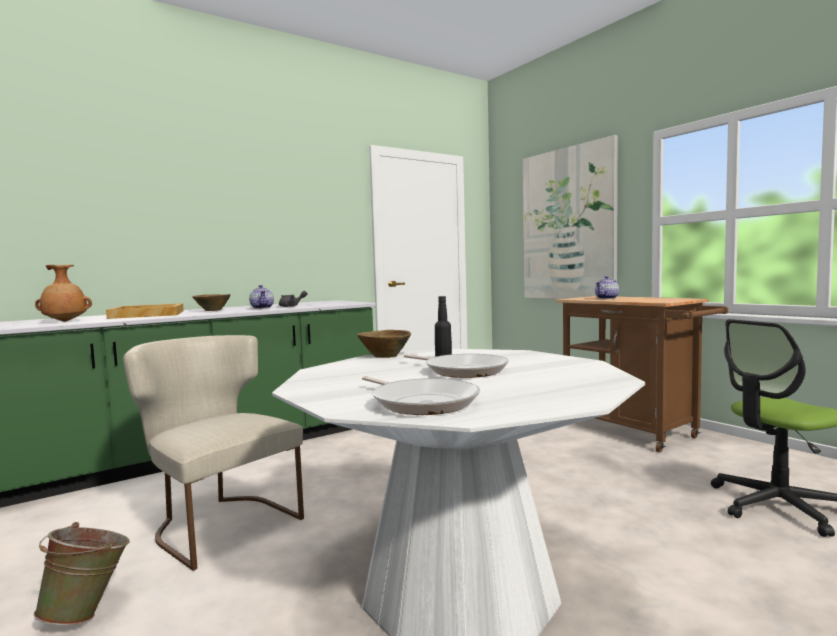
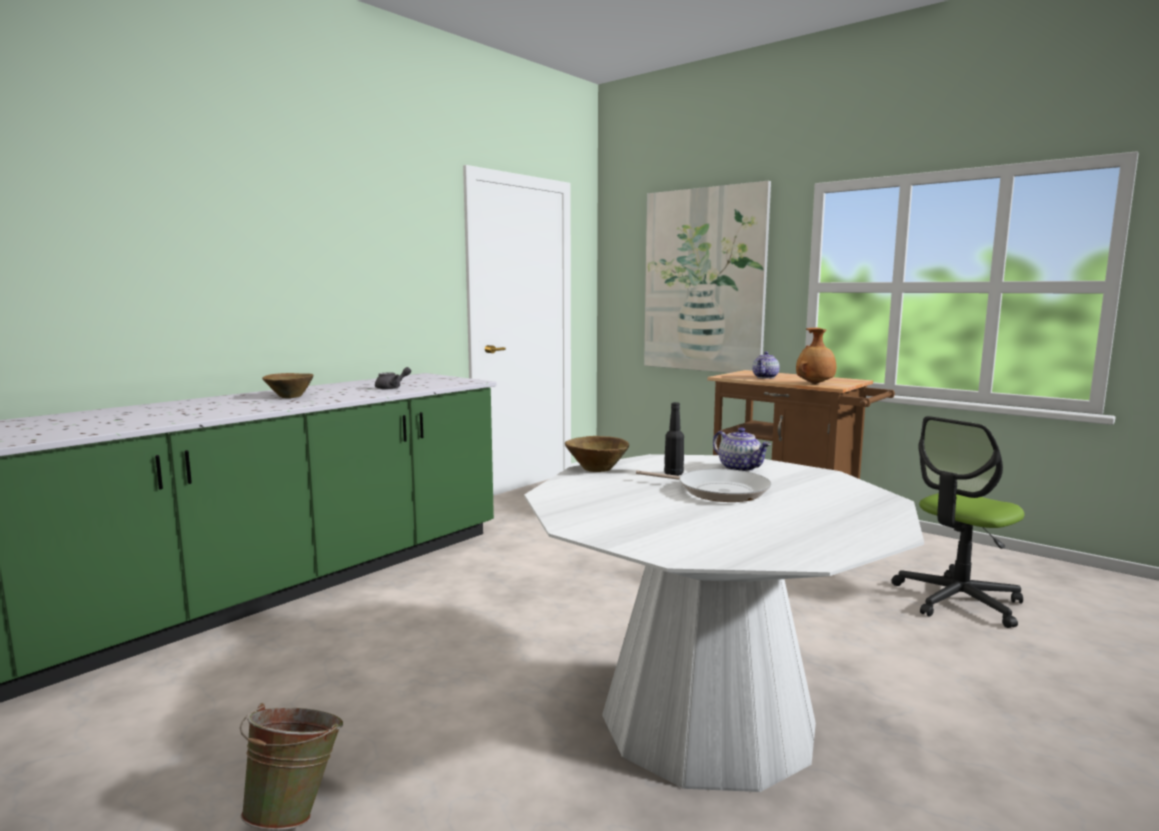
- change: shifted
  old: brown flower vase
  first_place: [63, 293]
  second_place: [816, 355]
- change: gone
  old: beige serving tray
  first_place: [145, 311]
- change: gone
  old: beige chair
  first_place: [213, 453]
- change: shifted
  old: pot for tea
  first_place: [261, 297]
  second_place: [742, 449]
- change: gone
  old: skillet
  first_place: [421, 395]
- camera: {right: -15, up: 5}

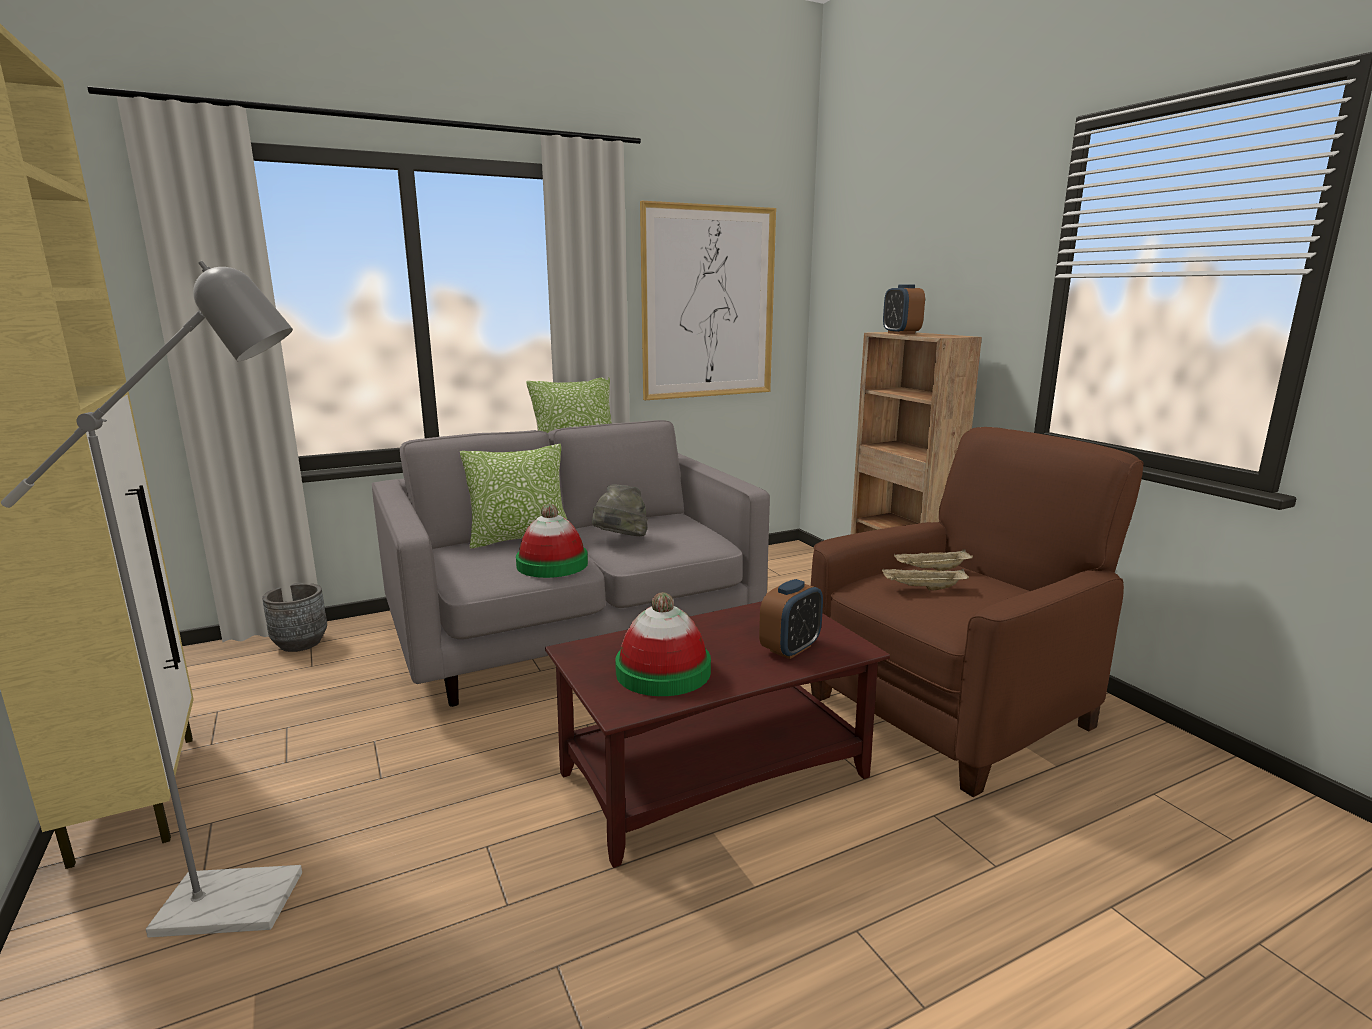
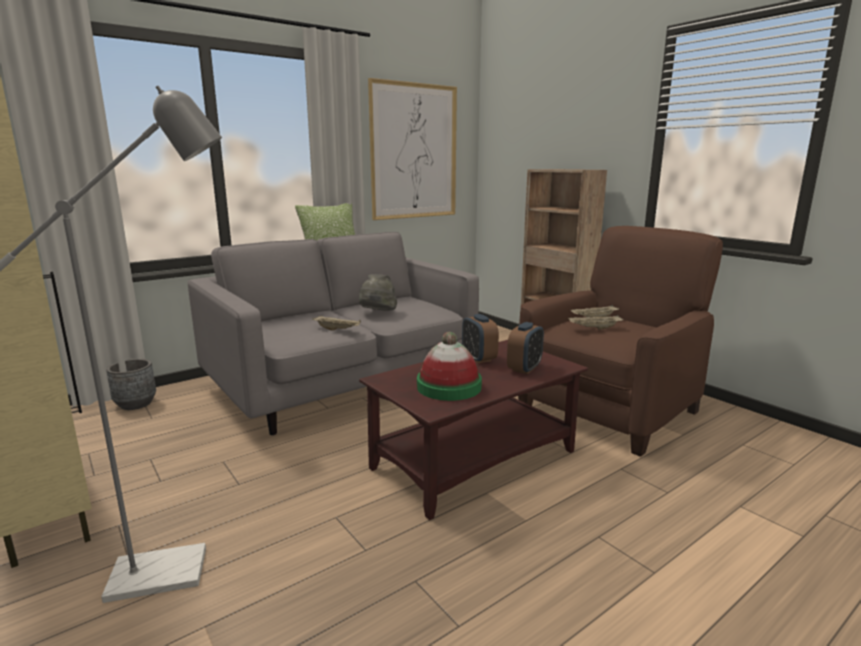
- change: gone
  old: cushion
  first_place: [513, 496]
- change: swapped
  old: hat
  new: beige serving tray
  first_place: [552, 541]
  second_place: [336, 323]
- change: shifted
  old: table clock
  first_place: [904, 309]
  second_place: [480, 338]
- camera: {right: -10, up: 0}

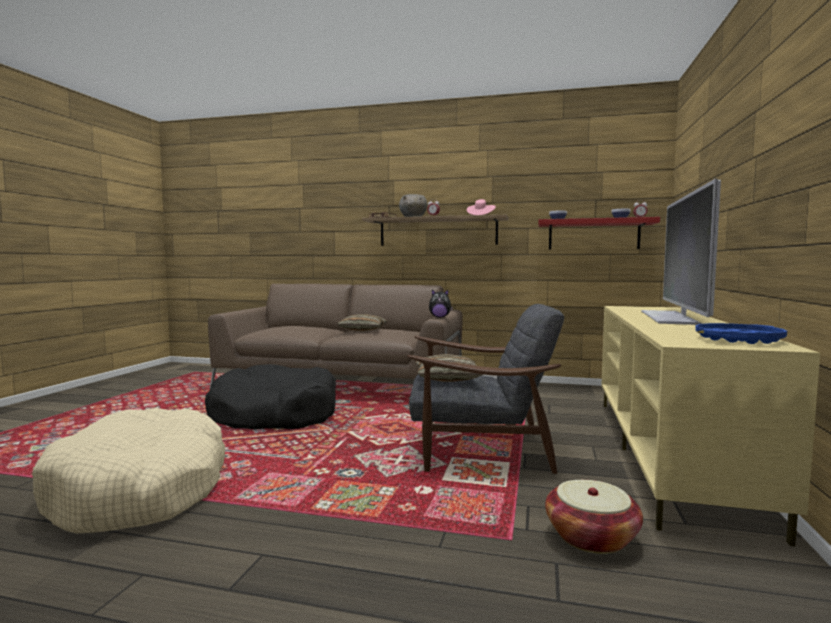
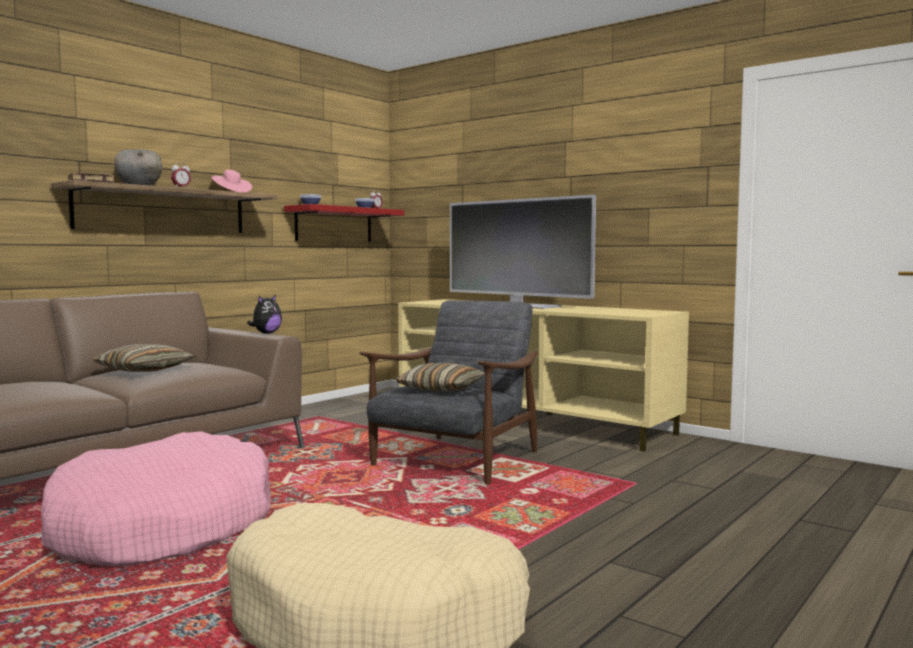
- change: repainted
  old: blackish pet bed
  new: pink-coloured pet bed
  first_place: [270, 396]
  second_place: [156, 499]
- change: gone
  old: storage basket
  first_place: [594, 517]
- change: gone
  old: blue-coloured serving tray
  first_place: [741, 333]
- camera: {right: -65, up: 0}

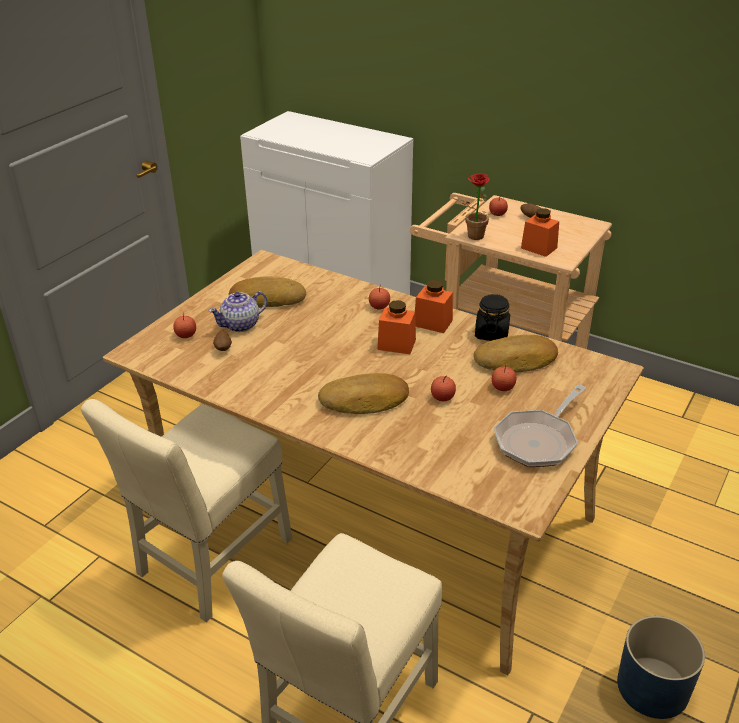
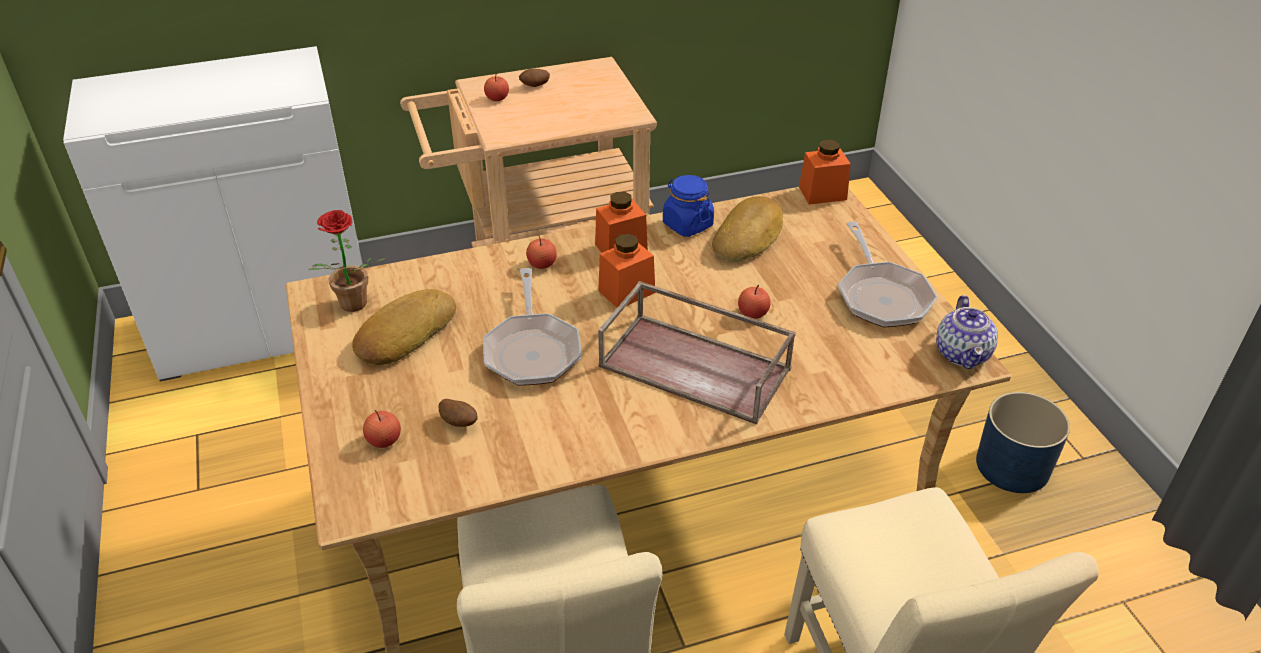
- change: shifted
  old: pot for tea
  first_place: [237, 311]
  second_place: [967, 332]
- change: swapped
  old: bakery bread
  new: brown serving tray
  first_place: [363, 393]
  second_place: [697, 352]
- change: shifted
  old: potted plant
  first_place: [475, 206]
  second_place: [347, 261]
- change: repainted
  old: blackish storage jar
  new: blue-coloured storage jar
  first_place: [492, 317]
  second_place: [688, 206]
- change: gone
  old: whole apple
  first_place: [504, 377]
- change: shifted
  old: orangey storage jar
  first_place: [540, 232]
  second_place: [825, 171]
- change: new
  new: skillet
  second_place: [532, 327]
- camera: {right: -50, up: 5}

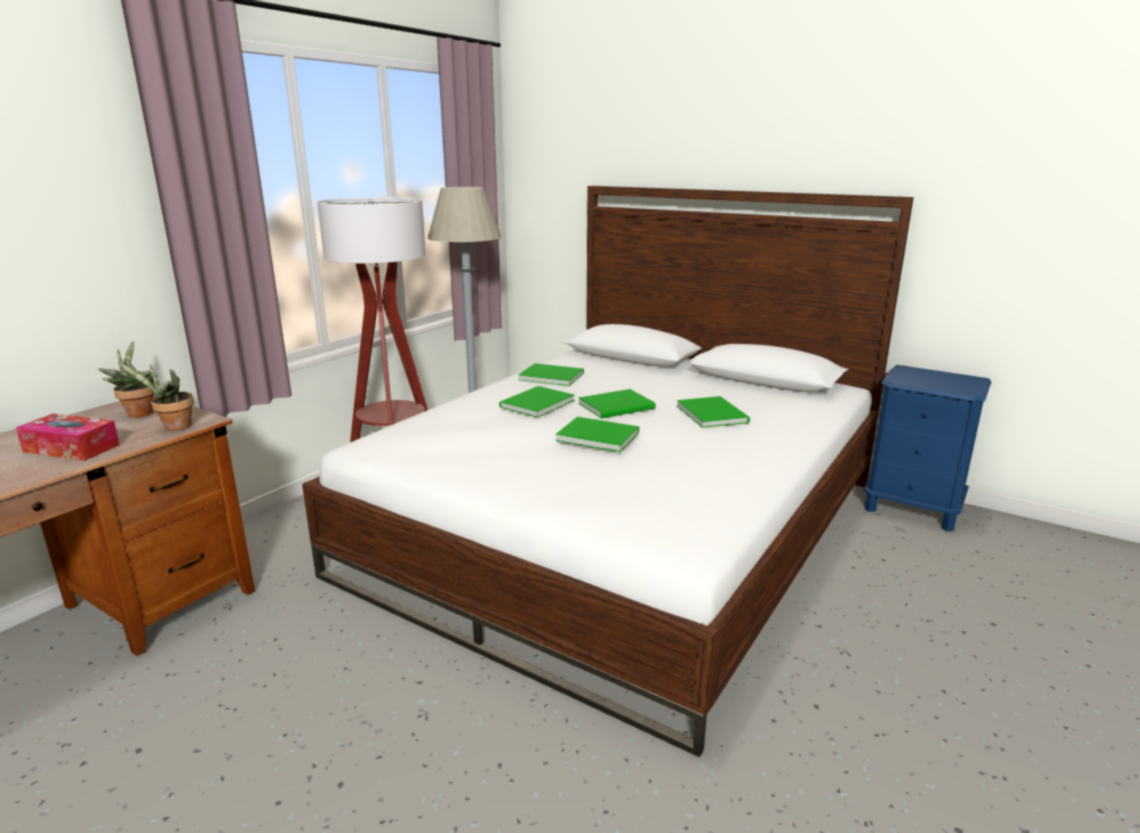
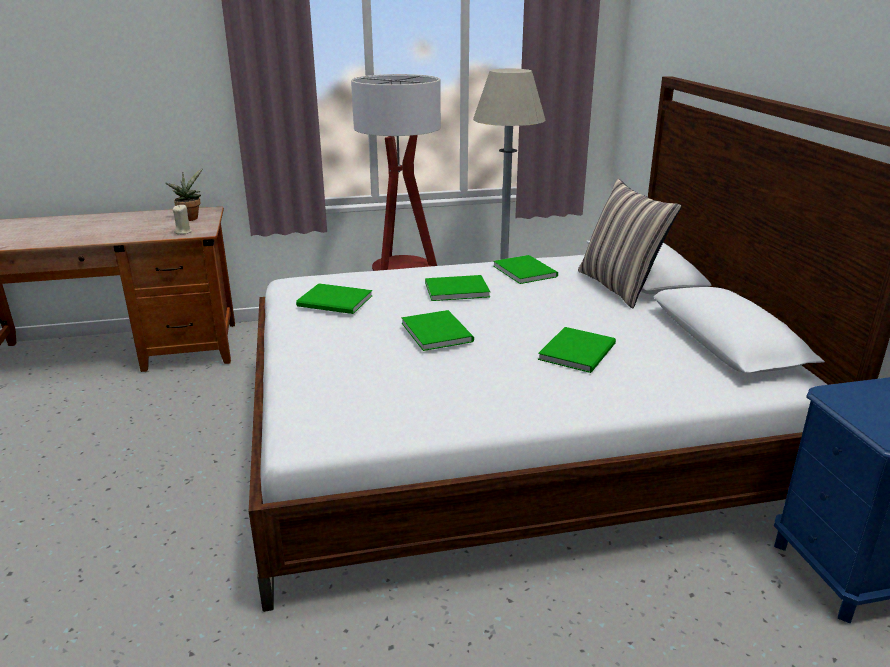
- change: gone
  old: tissue box
  first_place: [68, 437]
- change: swapped
  old: potted plant
  new: beige wax light
  first_place: [156, 397]
  second_place: [182, 220]
- change: shifted
  old: green-coloured volume
  first_place: [617, 404]
  second_place: [334, 298]
- change: new
  new: cushion
  second_place: [629, 243]
- camera: {right: 45, up: 5}

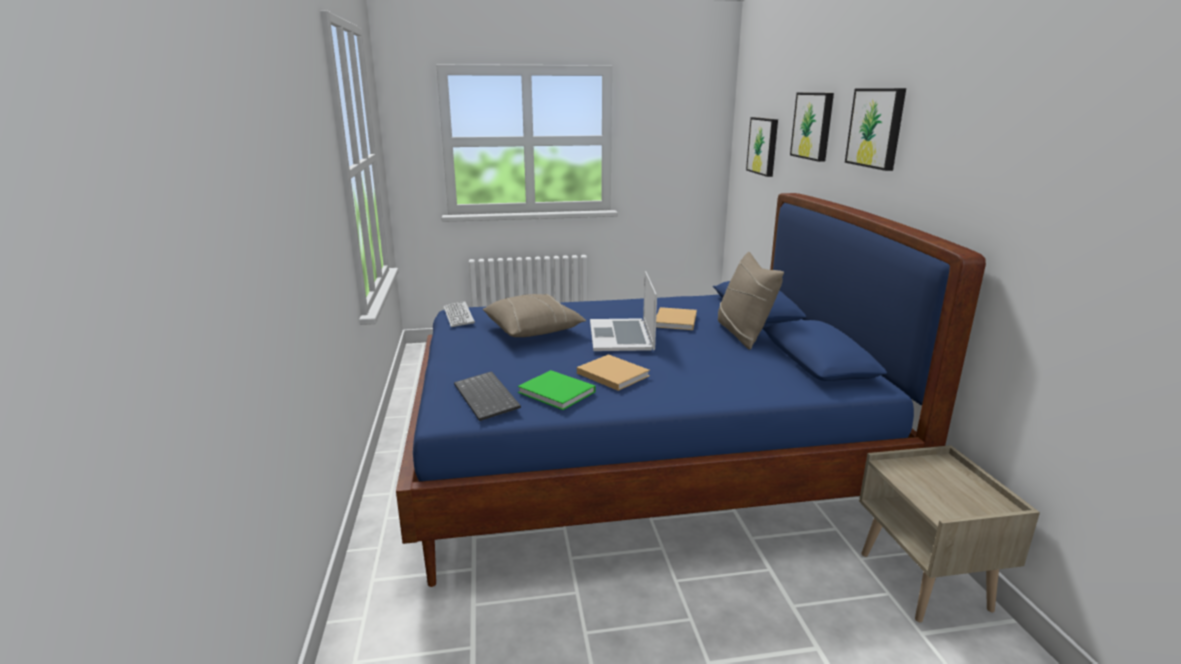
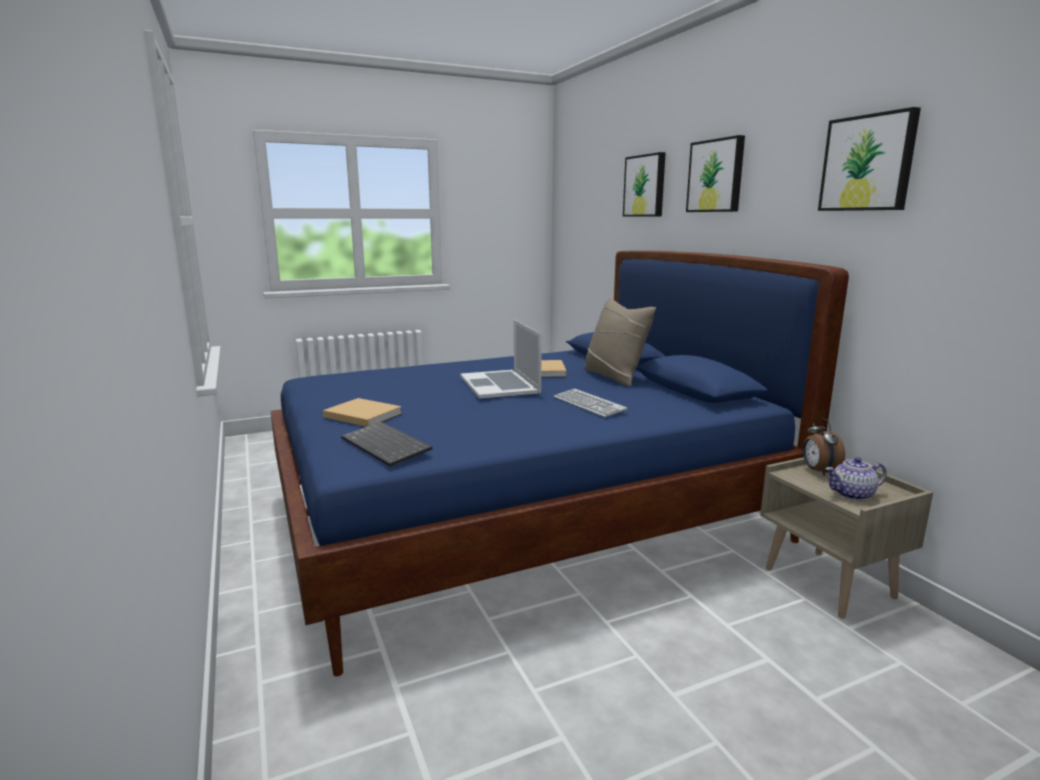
- change: shifted
  old: computer keyboard
  first_place: [459, 314]
  second_place: [590, 403]
- change: gone
  old: beige cushion
  first_place: [534, 315]
- change: gone
  old: green-coloured volume
  first_place: [556, 390]
- change: shifted
  old: beige volume
  first_place: [613, 372]
  second_place: [362, 412]
- change: shifted
  old: wall picture
  first_place: [762, 147]
  second_place: [869, 159]
- change: new
  new: table clock
  second_place: [824, 447]
- change: new
  new: pot for tea
  second_place: [856, 479]
- camera: {right: -15, up: -5}

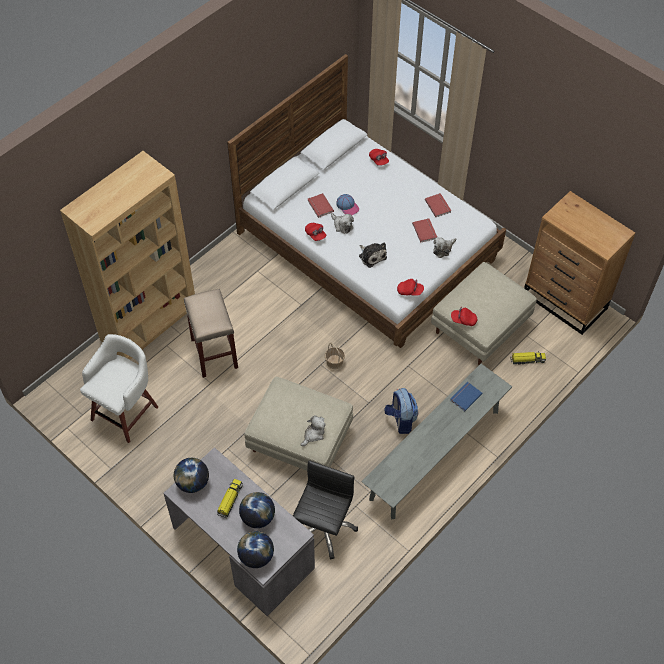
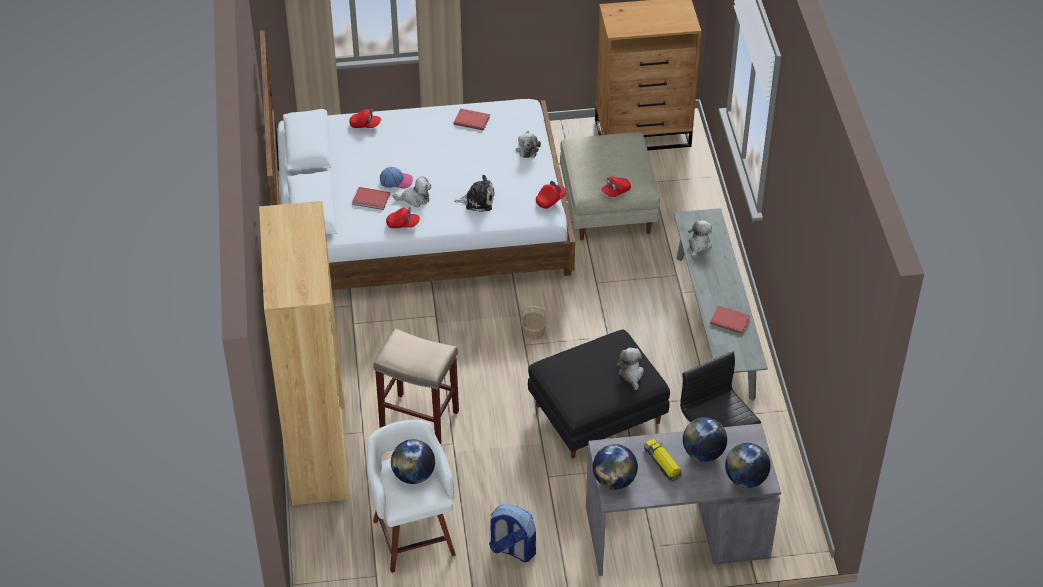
- change: repainted
  old: beige footrest
  new: blackish footrest
  first_place: [299, 424]
  second_place: [599, 394]
- change: shifted
  old: knapsack
  first_place: [401, 411]
  second_place: [512, 533]
- change: shifted
  old: reddish volume
  first_place: [424, 231]
  second_place: [730, 320]
- change: swapped
  old: blue-coloured volume
  new: plush toy
  first_place: [466, 396]
  second_place: [700, 239]
- change: gone
  old: toy lorry
  first_place: [528, 358]
- change: new
  new: globe
  second_place: [413, 461]
- camera: {right: -50, up: -10}

